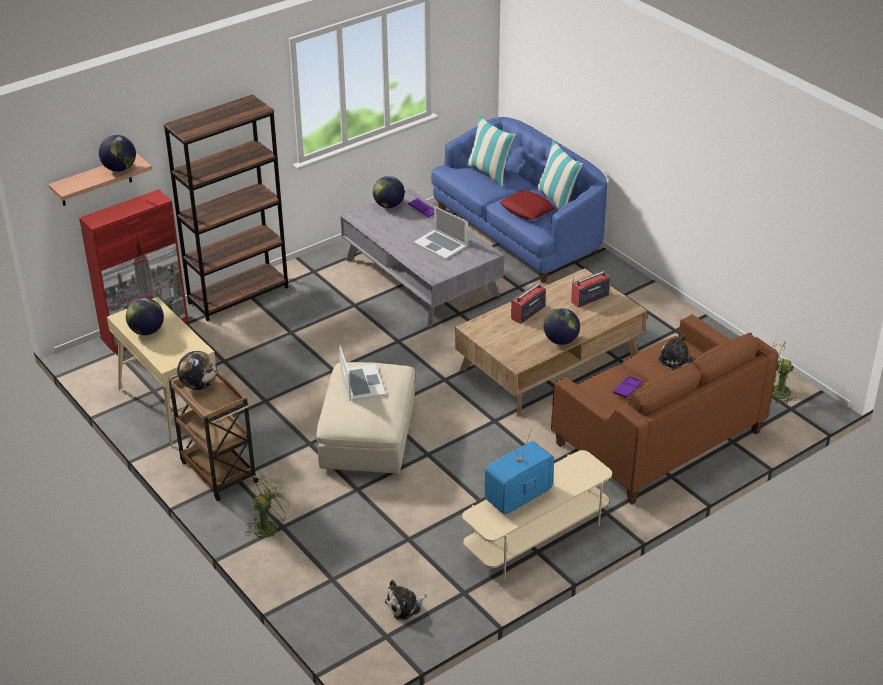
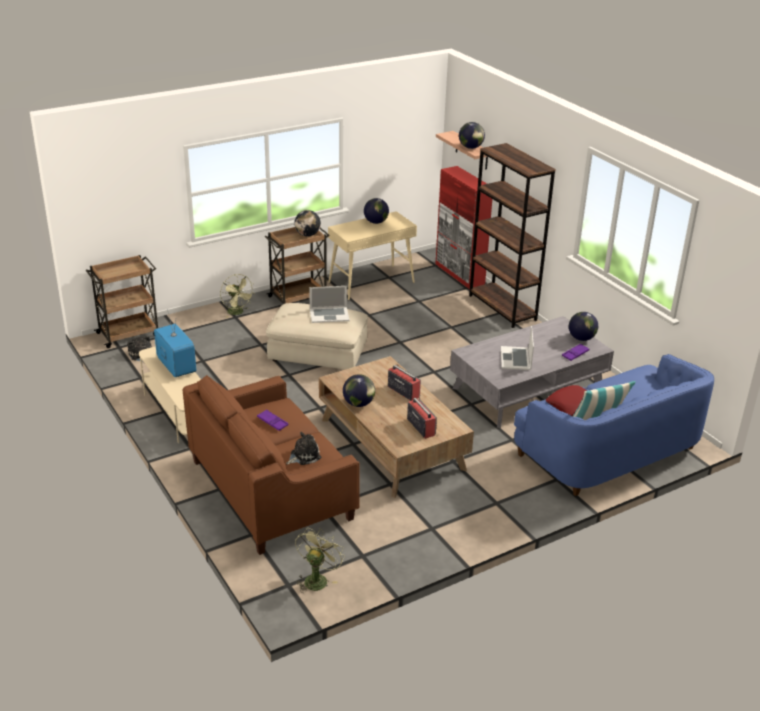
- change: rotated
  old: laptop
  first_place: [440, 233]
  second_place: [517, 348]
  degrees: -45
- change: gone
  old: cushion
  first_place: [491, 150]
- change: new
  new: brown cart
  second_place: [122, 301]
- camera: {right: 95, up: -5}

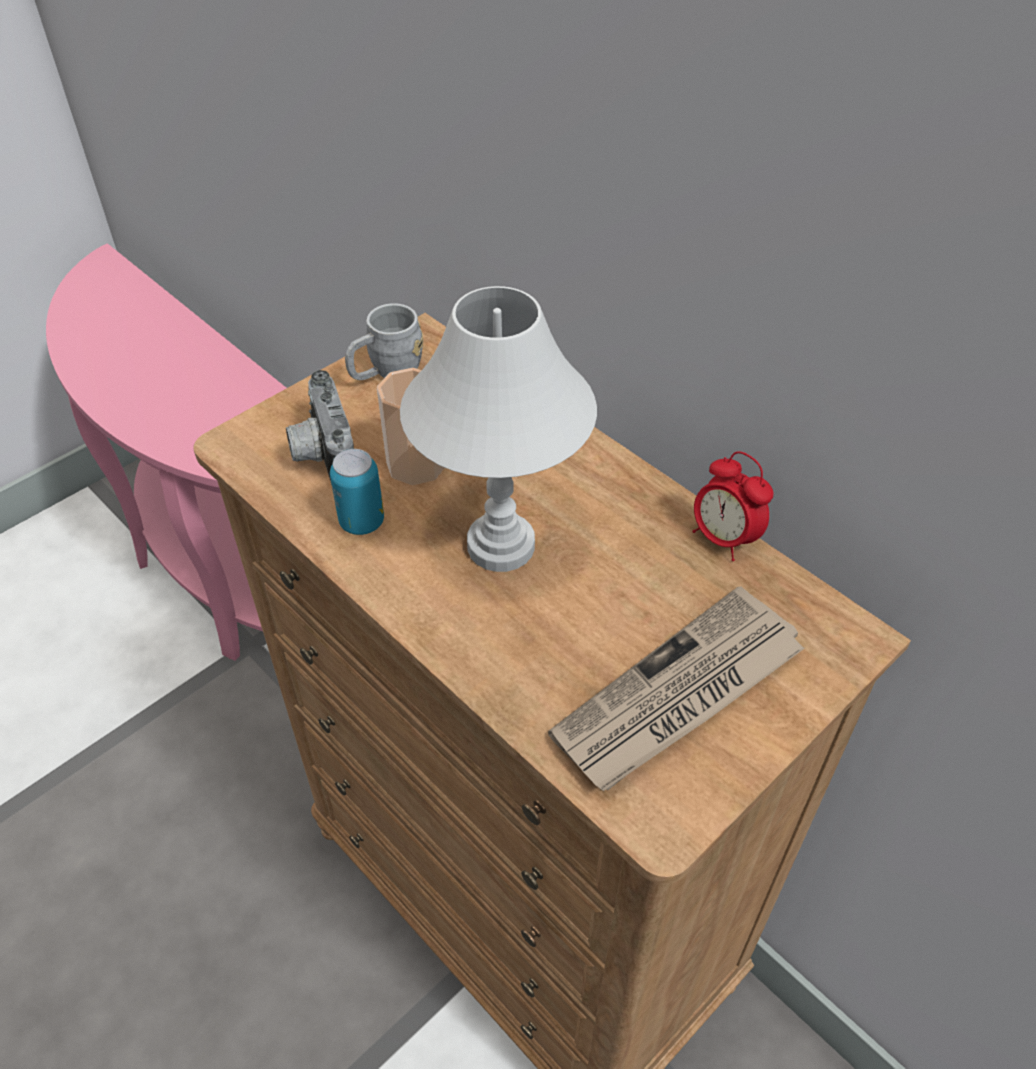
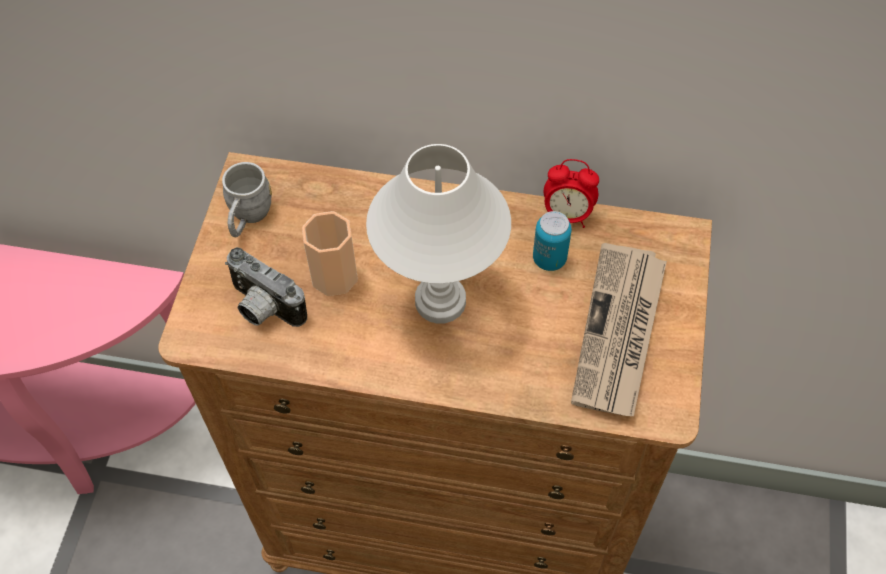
- change: shifted
  old: sealed can
  first_place: [357, 492]
  second_place: [552, 241]
- camera: {right: -35, up: 10}

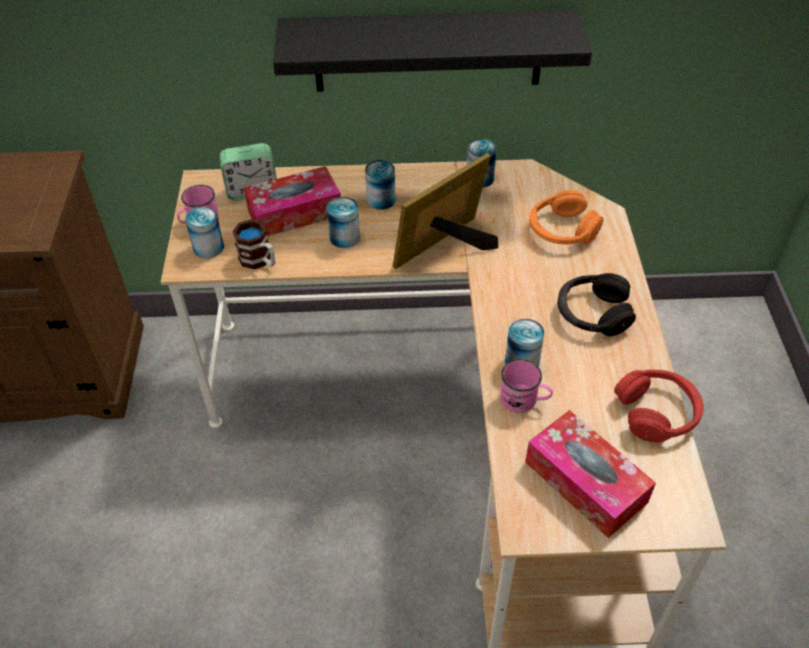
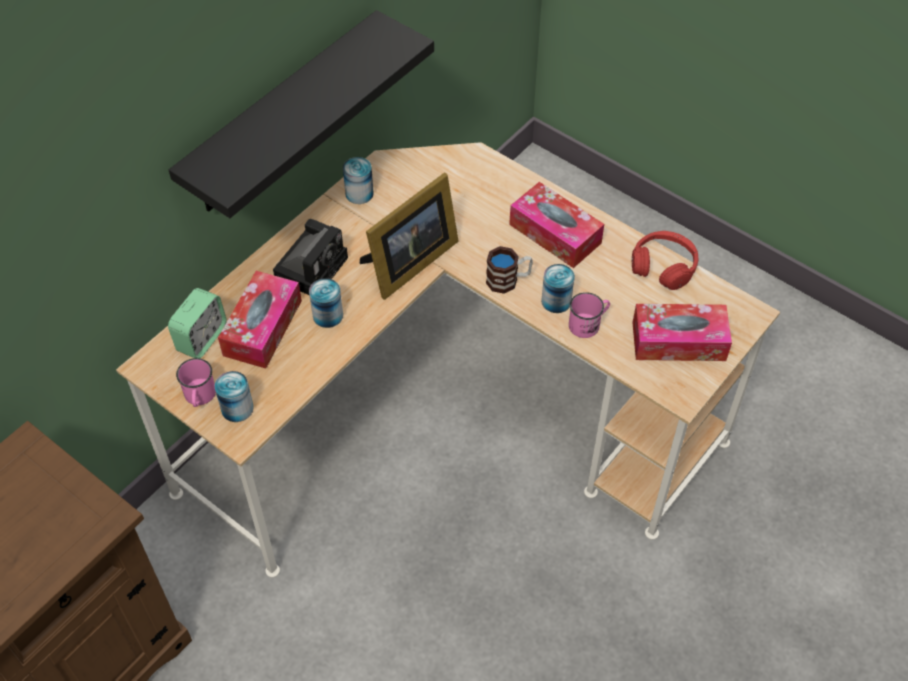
- change: shifted
  old: coffee mug
  first_place: [254, 244]
  second_place: [509, 270]
- change: swapped
  old: sealed can
  new: photo camera
  first_place: [380, 185]
  second_place: [310, 257]
- change: rotated
  old: photo frame
  first_place: [445, 211]
  second_place: [409, 236]
  degrees: -135
- change: gone
  old: orangey headphones
  first_place: [566, 217]
- change: swapped
  old: blackish headphones
  new: tissue box
  first_place: [597, 304]
  second_place: [556, 225]
- camera: {right: -50, up: 5}

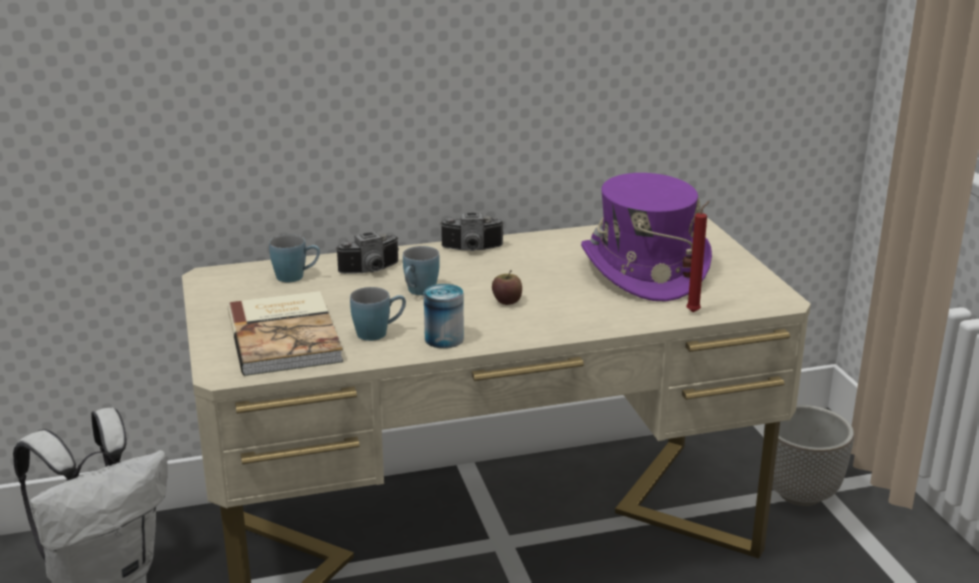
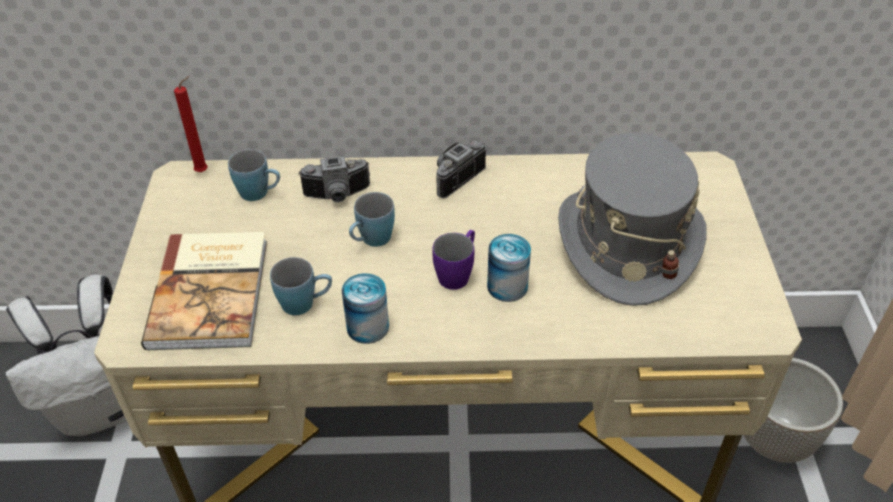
- change: rotated
  old: photo camera
  first_place: [472, 232]
  second_place: [461, 169]
  degrees: 120
- change: swapped
  old: whole apple
  new: purplish coffee mug
  first_place: [507, 287]
  second_place: [453, 260]
- change: repainted
  old: purplish hat
  new: greyish hat
  first_place: [646, 237]
  second_place: [632, 219]
- change: shifted
  old: reddish wax light
  first_place: [698, 256]
  second_place: [191, 124]
- change: new
  new: sealed can
  second_place: [509, 268]
- camera: {right: 15, up: 20}

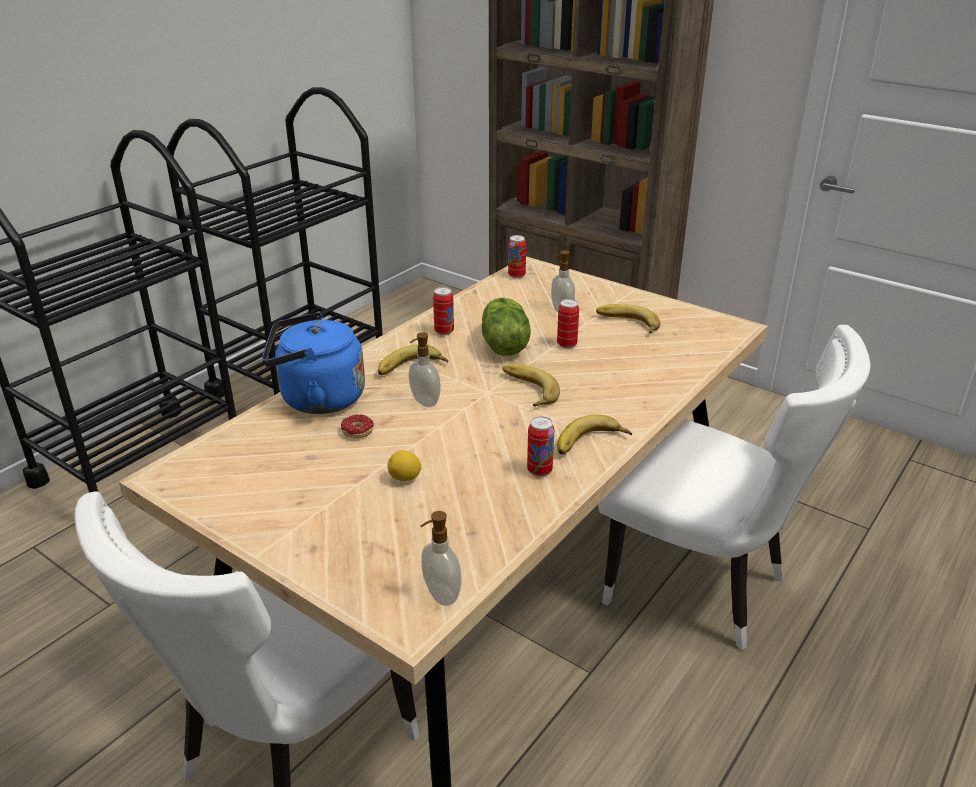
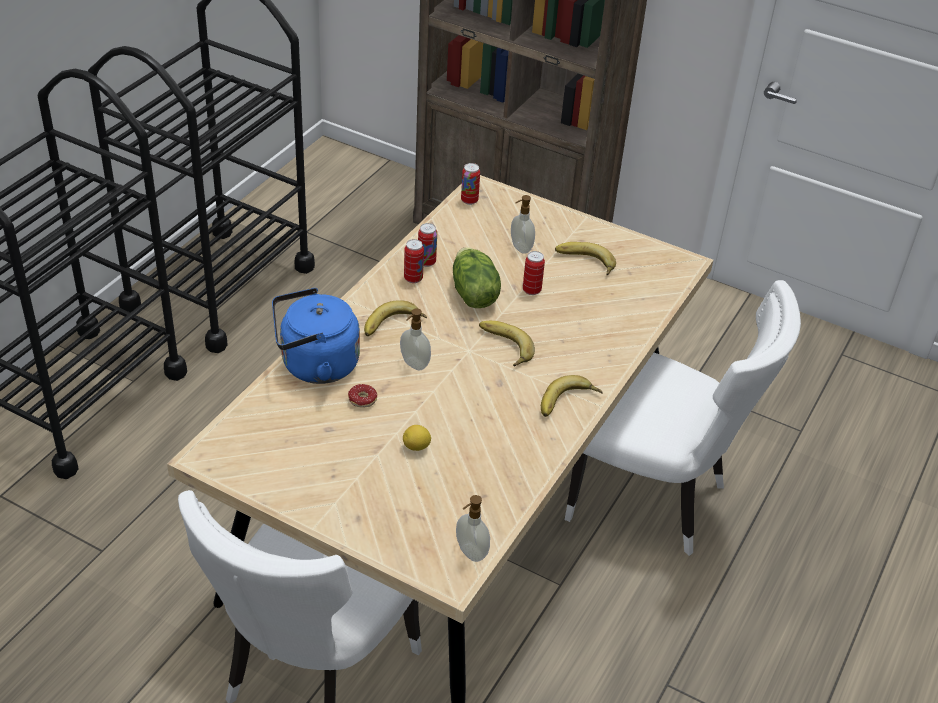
- change: shifted
  old: sealed can
  first_place: [540, 446]
  second_place: [427, 245]
- camera: {right: -10, up: 10}

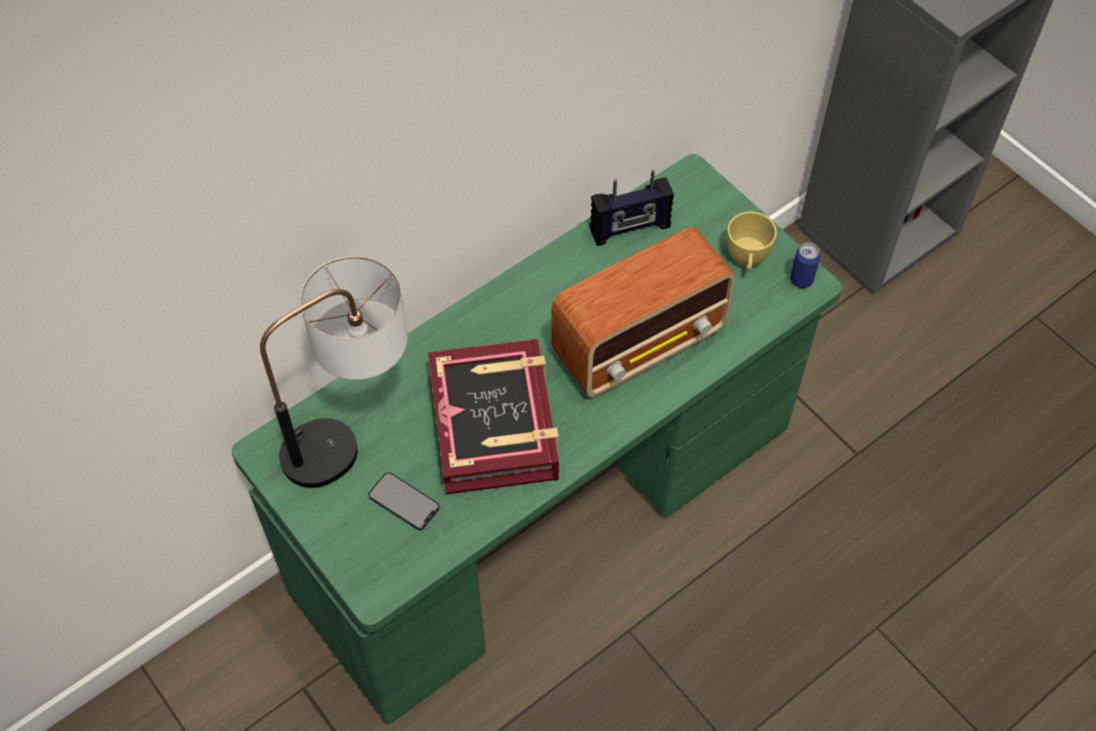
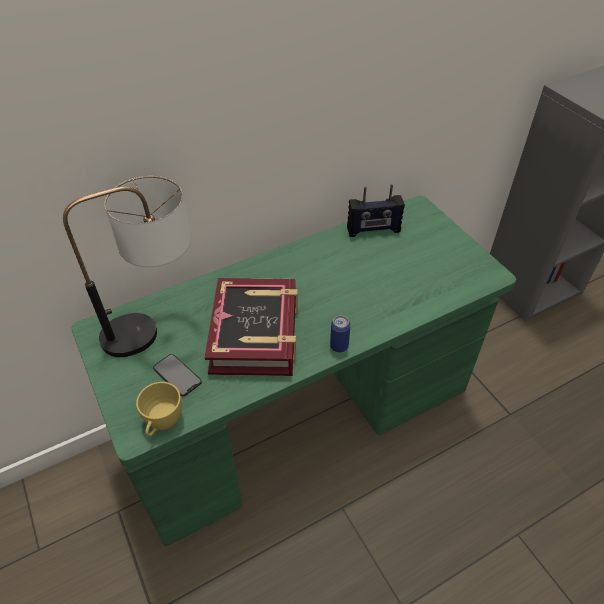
- change: gone
  old: radio set
  first_place: [643, 312]
- change: shifted
  old: yellow drinking cup
  first_place: [752, 242]
  second_place: [159, 409]
- change: shifted
  old: sealed can
  first_place: [805, 265]
  second_place: [340, 333]
- camera: {right: 10, up: -10}

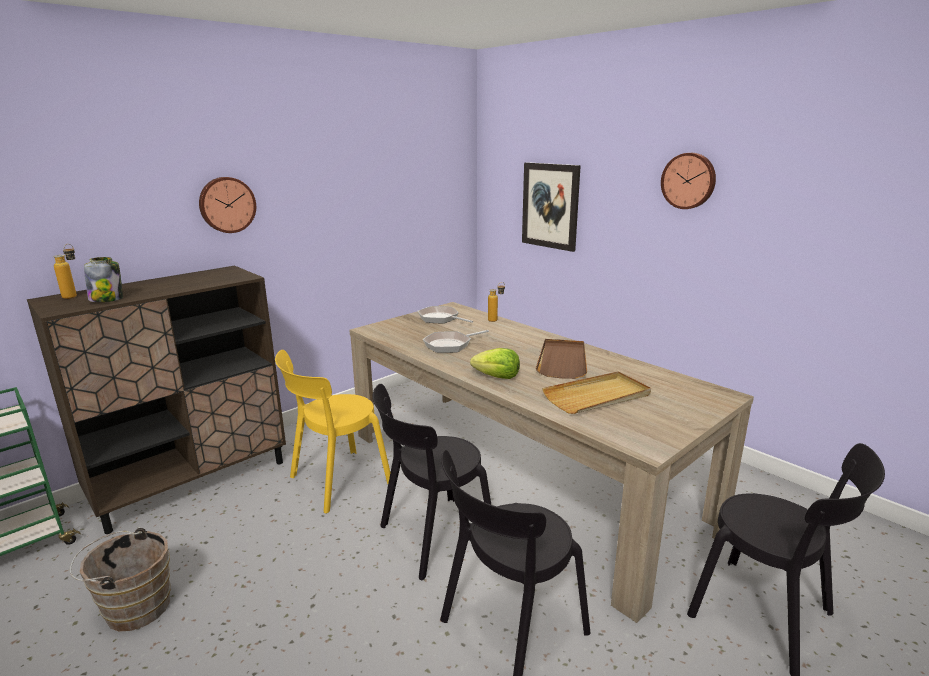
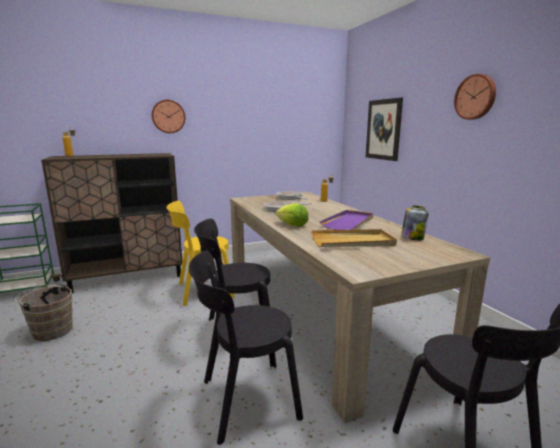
- change: shifted
  old: storage jar
  first_place: [103, 279]
  second_place: [415, 222]
- change: repainted
  old: brown serving tray
  new: purplish serving tray
  first_place: [561, 359]
  second_place: [347, 220]
- camera: {right: 20, up: -5}

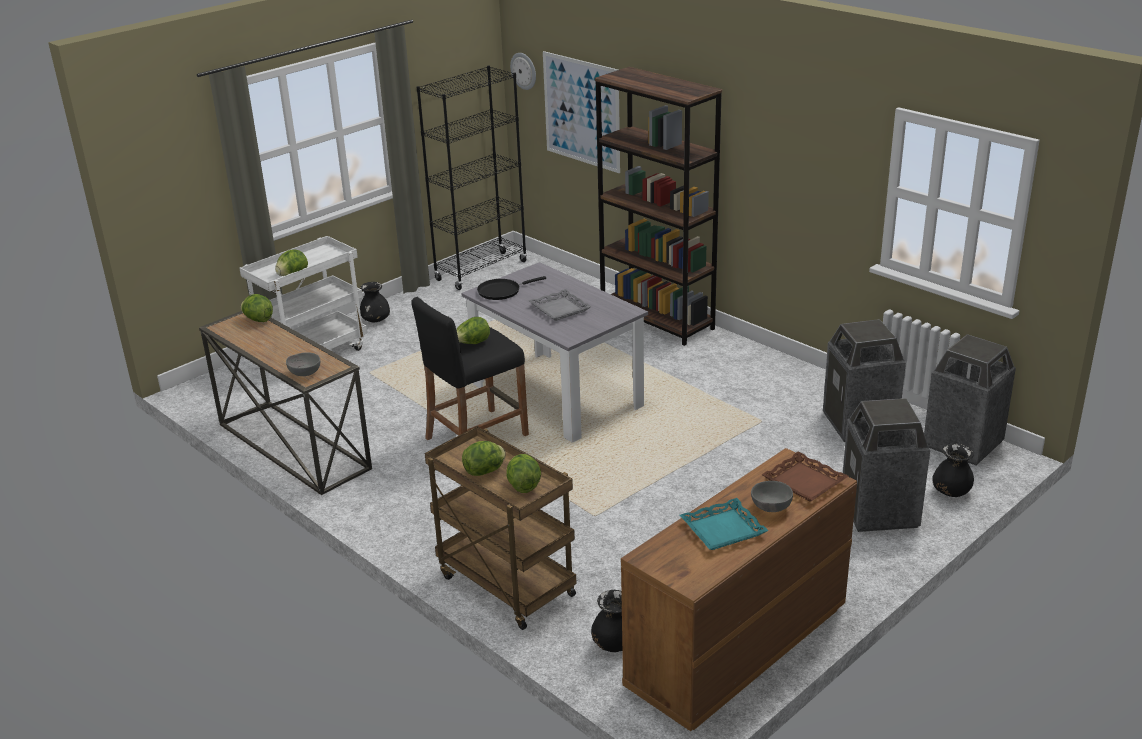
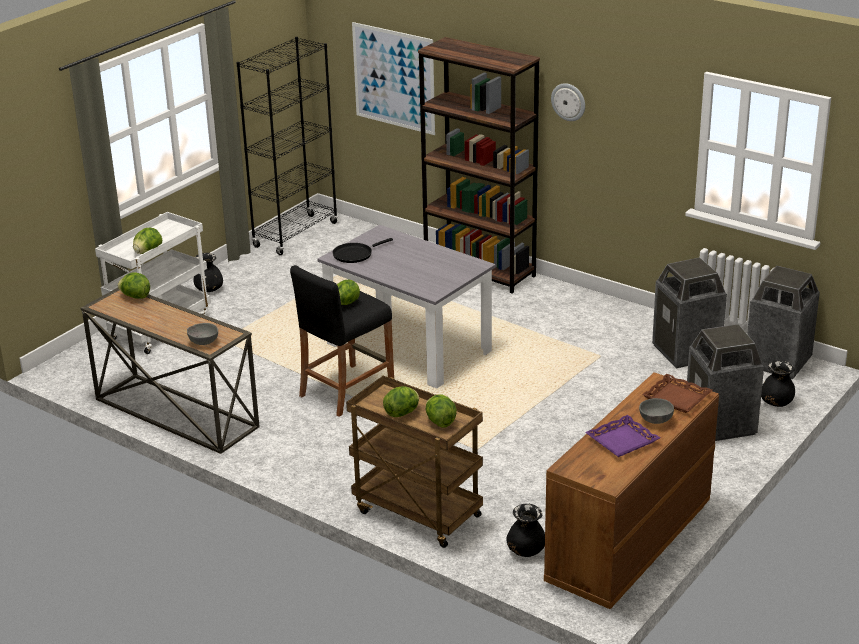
- change: shifted
  old: wall clock
  first_place: [523, 71]
  second_place: [568, 102]
- change: gone
  old: greyish serving tray
  first_place: [560, 305]
- change: repainted
  old: turquoise serving tray
  new: purplish serving tray
  first_place: [724, 524]
  second_place: [622, 436]
- camera: {right: -10, up: 0}

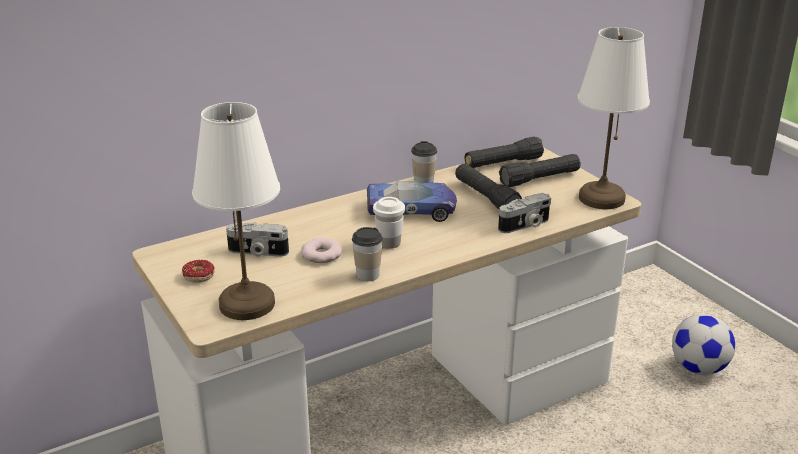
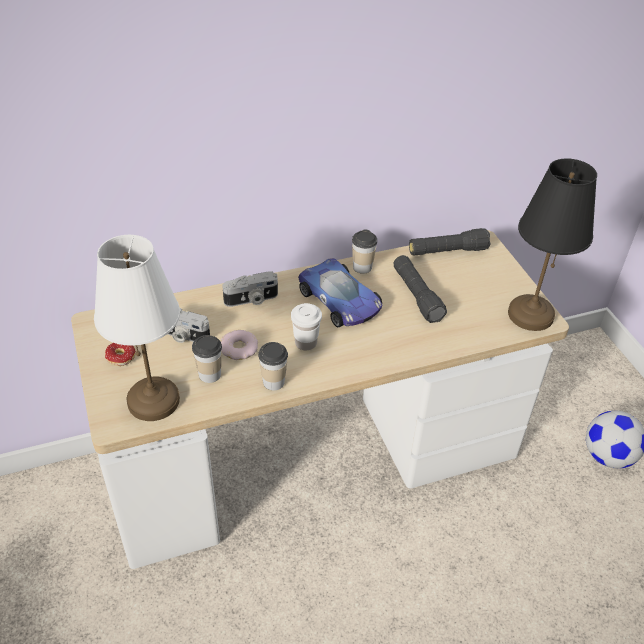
- change: rotated
  old: miniature car
  first_place: [412, 201]
  second_place: [340, 292]
  degrees: 45
- change: shifted
  old: photo camera
  first_place: [524, 213]
  second_place: [250, 289]
- change: gone
  old: blackish torch
  first_place: [539, 170]
- change: repainted
  old: white-coloured lamp for a table
  new: blackish lamp for a table
  first_place: [614, 118]
  second_place: [552, 244]
- change: new
  new: drinking cup
  second_place: [207, 359]
- camera: {right: 10, up: 15}

